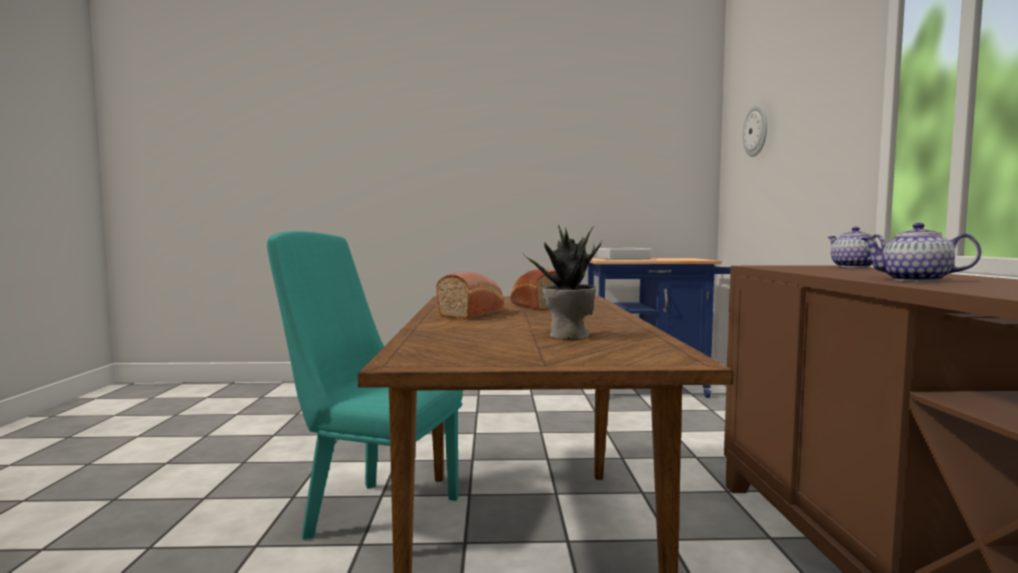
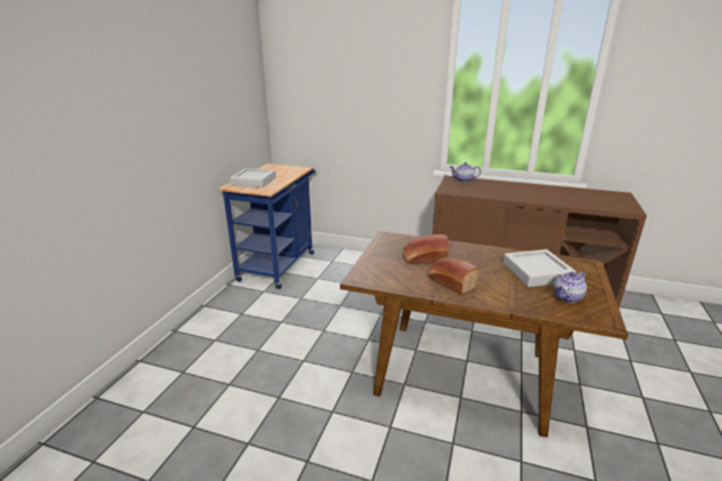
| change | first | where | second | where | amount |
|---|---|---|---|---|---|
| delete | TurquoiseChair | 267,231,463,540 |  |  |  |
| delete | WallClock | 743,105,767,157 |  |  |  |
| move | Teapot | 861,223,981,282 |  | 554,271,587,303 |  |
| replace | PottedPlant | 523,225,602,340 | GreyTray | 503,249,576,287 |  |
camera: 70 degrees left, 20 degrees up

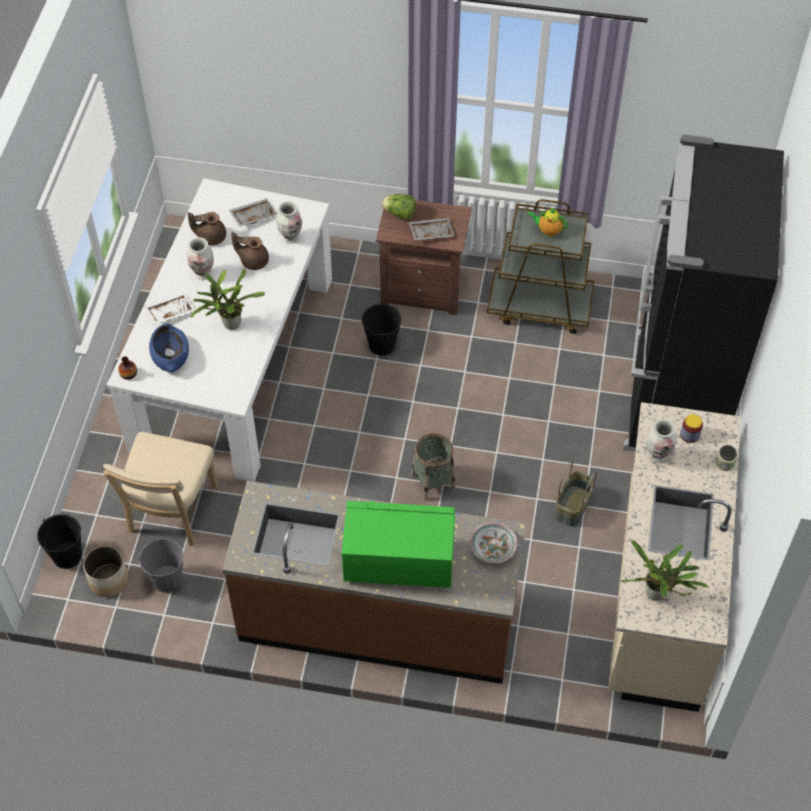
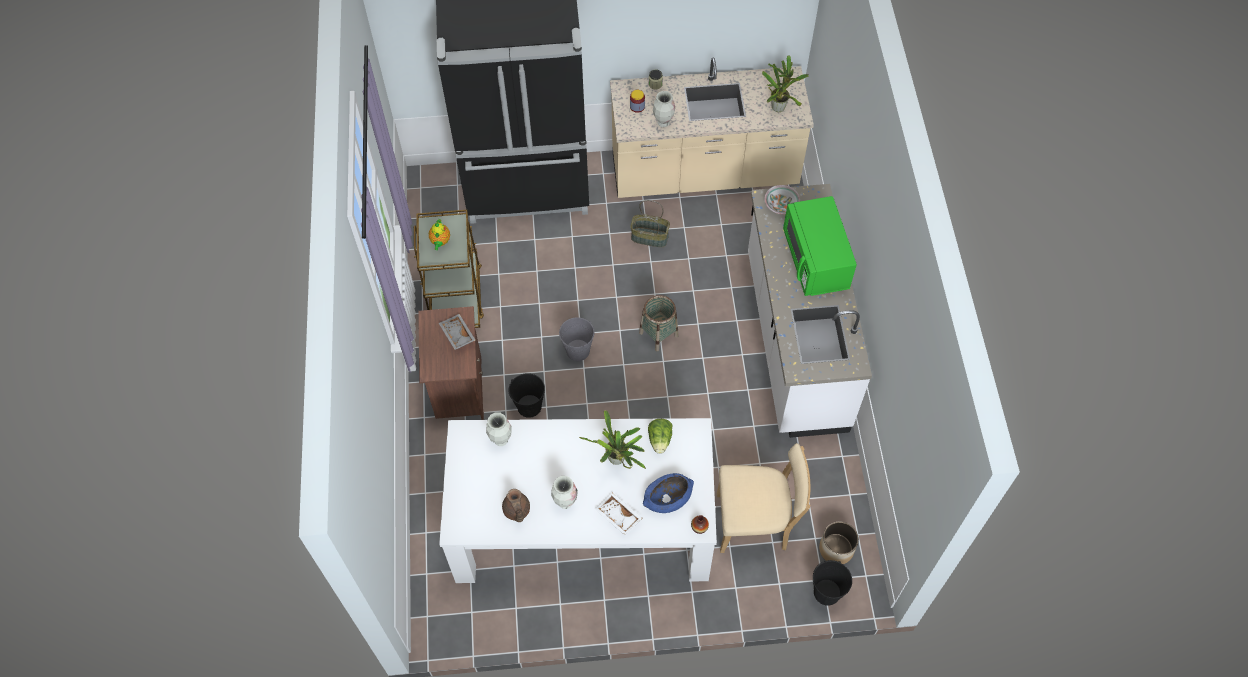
| change | first | where | second | where | amount |
|---|---|---|---|---|---|
| delete | GreyTray | 229,199,277,226 |  |  |  |
| delete | BrownTeapot | 231,232,269,270 |  |  |  |
| move | GreyBucket | 139,538,183,593 |  | 559,317,595,361 |  |
| move | Lettuce | 382,194,416,220 |  | 648,419,672,454 |  |
| recolor | BrownCounter | 222,481,527,684 | WhiteCounter | 748,184,872,438 |  |
camera: 105 degrees left, 5 degrees up

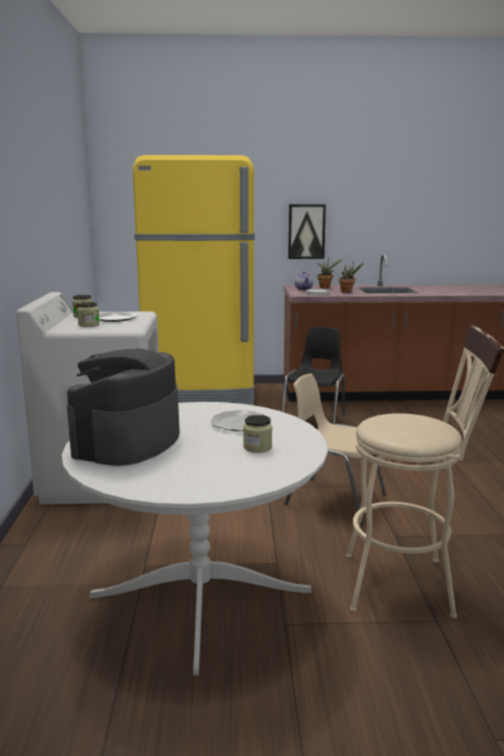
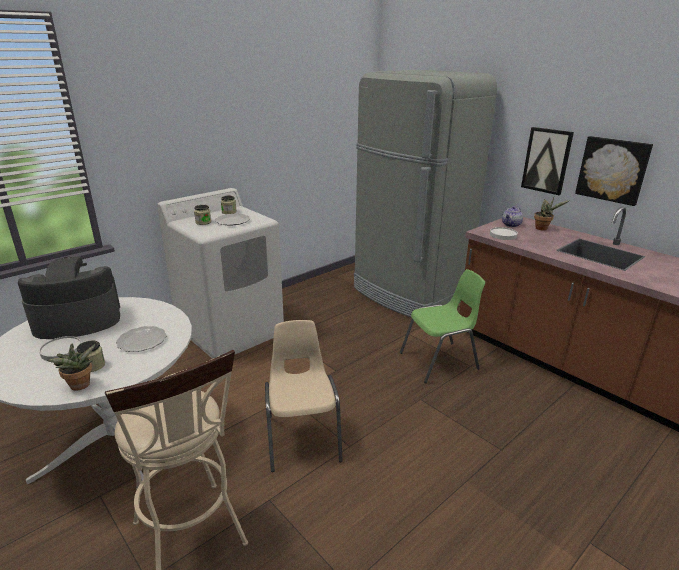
| change | first | where | second | where | amount |
|---|---|---|---|---|---|
| insert |  |  | WhitePlate | 39,336,81,361 |  |
| insert |  |  | Picture | 575,136,653,206 |  |
| move | PottedPlant | 339,261,364,293 |  | 47,344,95,391 |  |
| recolor | YellowFridge | 133,155,255,405 | GreyFridge | 354,70,497,318 |  |
| recolor | BlackChair | 282,327,345,425 | GreenChair | 400,269,485,383 |  |
camera: 50 degrees right, 10 degrees up

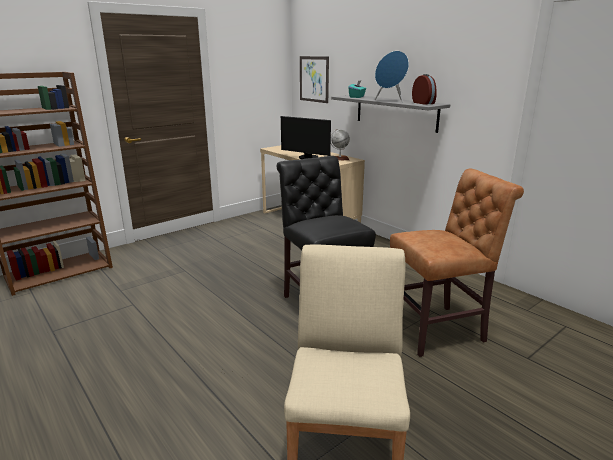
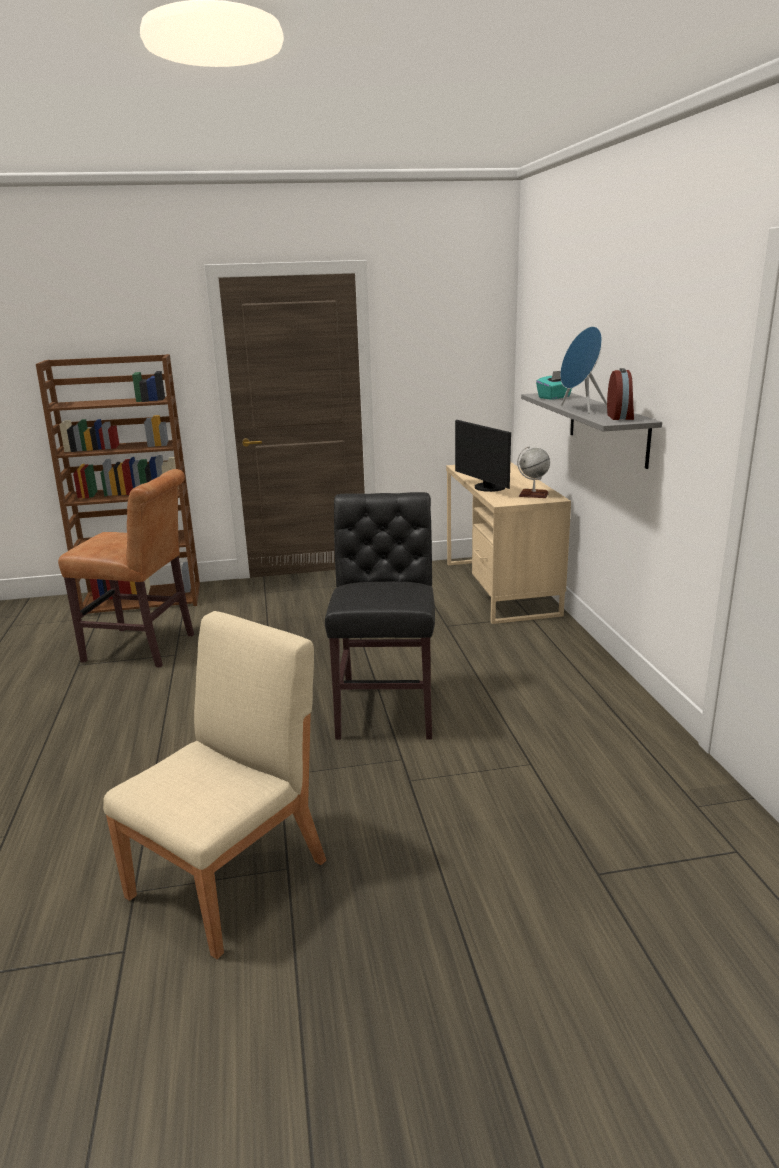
| change | first | where | second | where | amount |
|---|---|---|---|---|---|
| delete | Picture | 300,56,329,103 |  |  |  |
| move | BrownChair | 390,169,524,357 |  | 58,469,194,668 |  |
camera: 30 degrees right, 0 degrees up

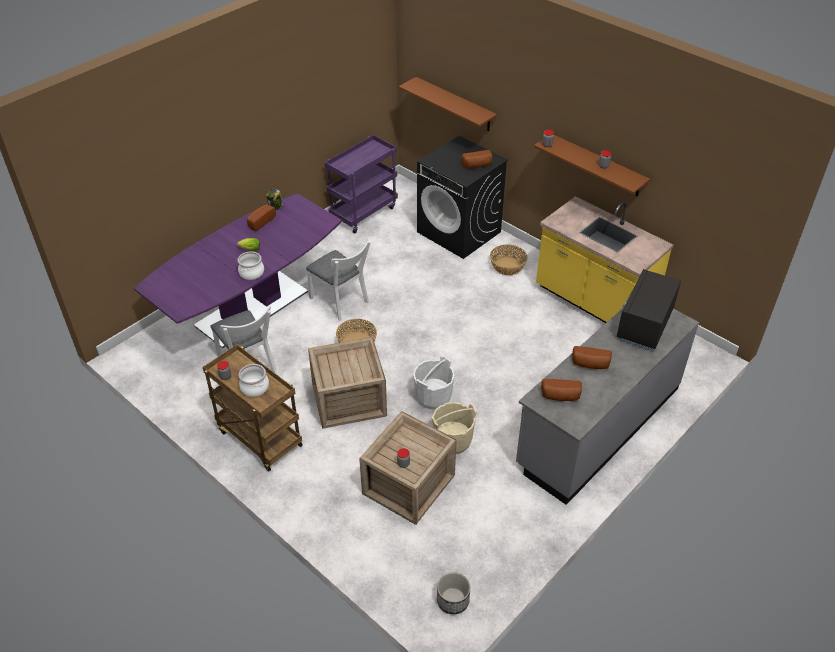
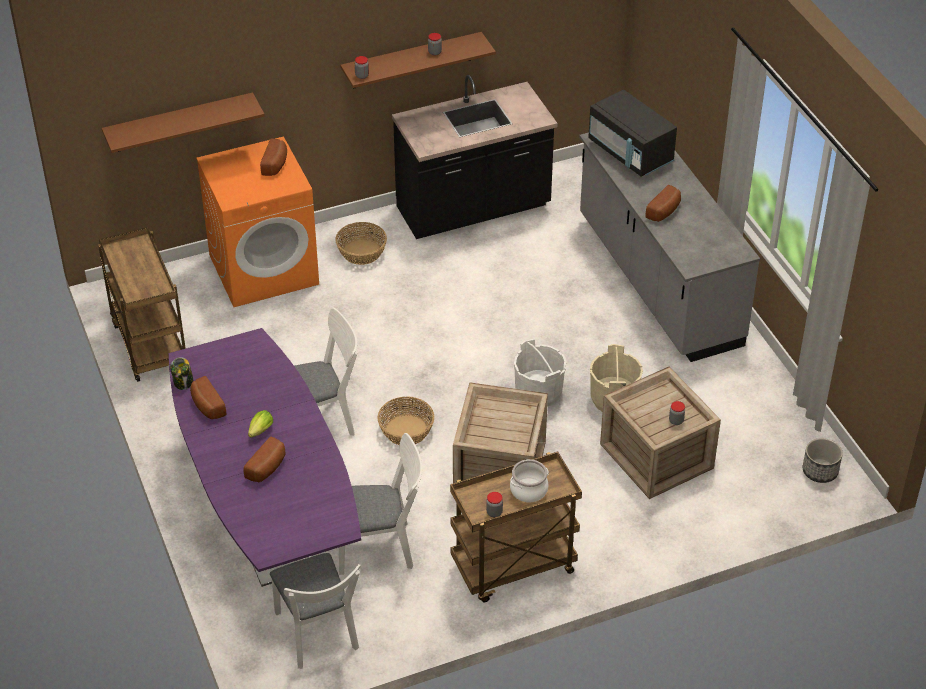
| change | first | where | second | where | amount |
|---|---|---|---|---|---|
| delete | CookingPot | 237,251,264,280 |  |  |  |
| insert |  |  | WhiteChair | 270,553,361,669 |  |
| move | Bread | 541,379,582,401 |  | 244,437,285,482 |  |
| recolor | PurpleCart | 324,135,398,234 | BrownCart | 98,227,186,382 |  |
| recolor | BlackWashingMachine | 417,136,508,259 | OrangeWashingMachine | 196,136,319,307 |  |
| recolor | YellowCounter | 536,196,674,323 | BlackCounter | 392,75,558,239 |  |
camera: 65 degrees left, 0 degrees up

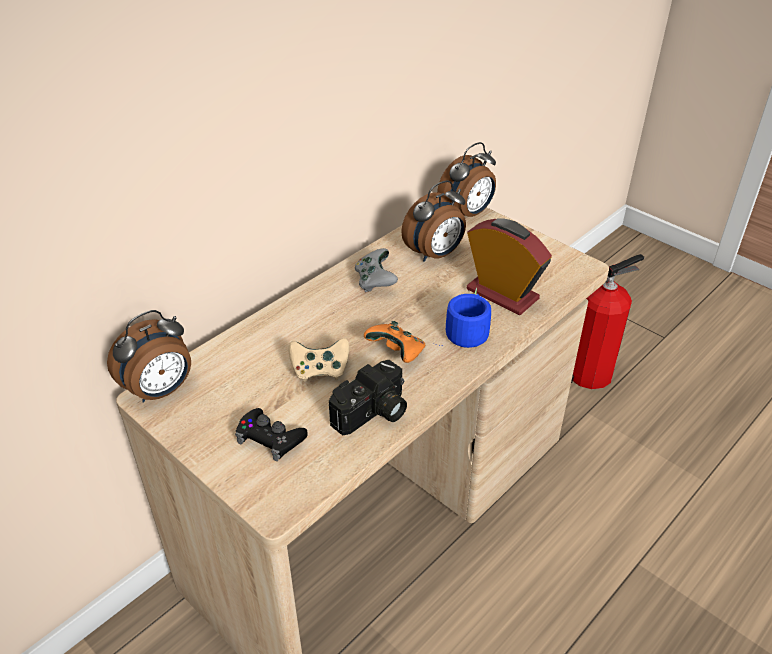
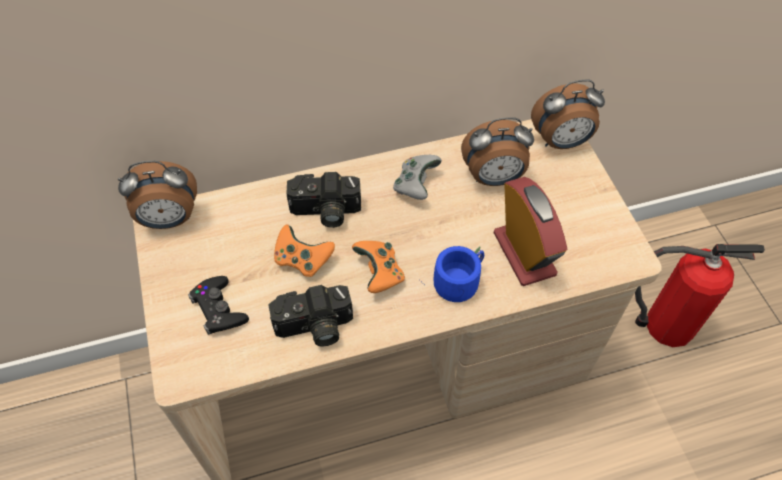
| change | first | where | second | where | amount |
|---|---|---|---|---|---|
| insert |  |  | PhotoCamera | 286,172,361,228 |  |
| recolor | BeigeGameController | 288,338,349,382 | OrangeGameController | 274,224,335,277 |  |
camera: 30 degrees right, 15 degrees up

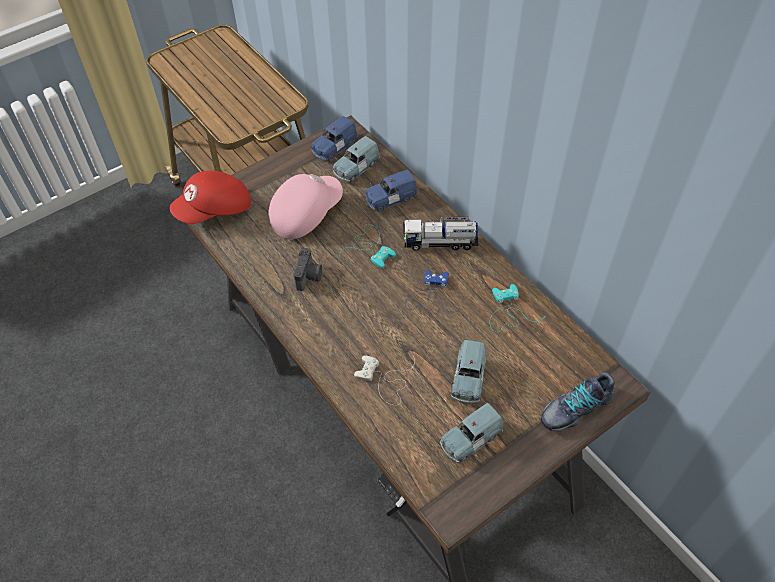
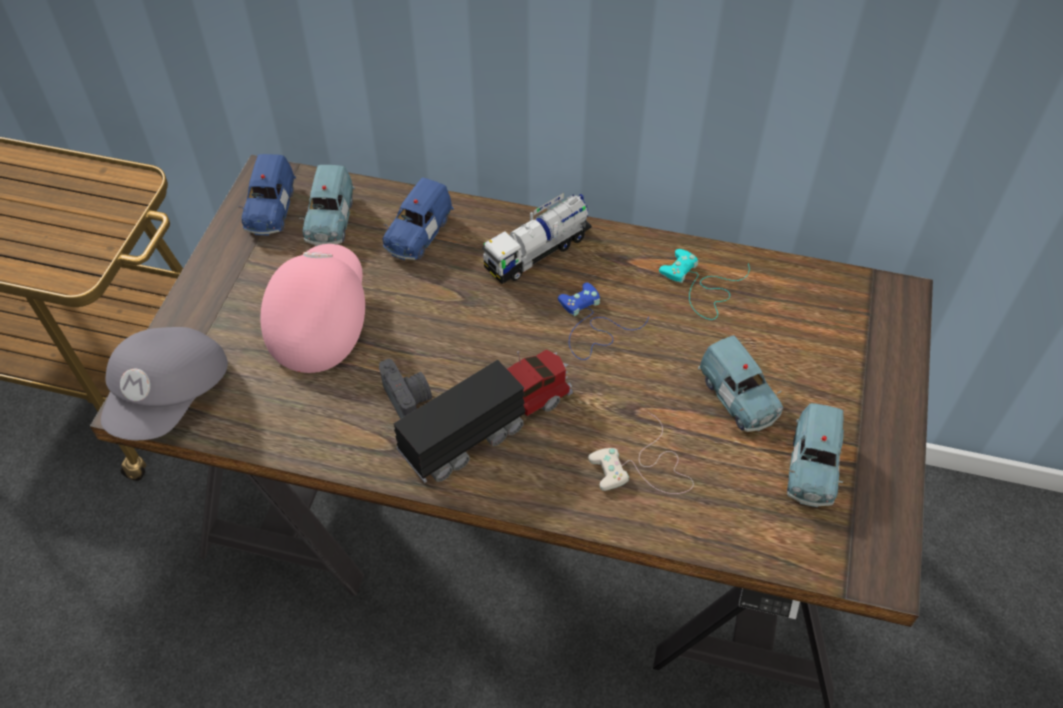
| change | first | where | second | where | amount |
|---|---|---|---|---|---|
| delete | TurquoiseGameController | 339,224,396,268 |  |  |  |
| delete | Shoe | 541,372,615,432 |  |  |  |
| insert |  |  | ToyTruck | 393,349,573,483 |  |
| recolor | RedCap | 170,171,251,224 | GreyCap | 101,327,228,440 |  |
camera: 40 degrees left, 0 degrees up

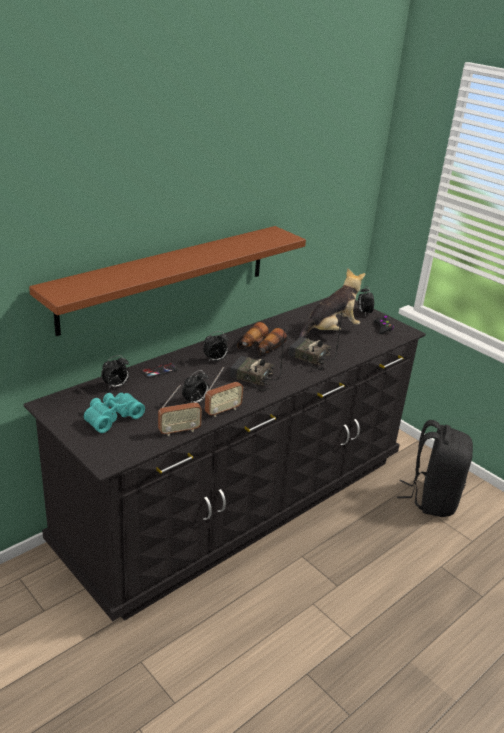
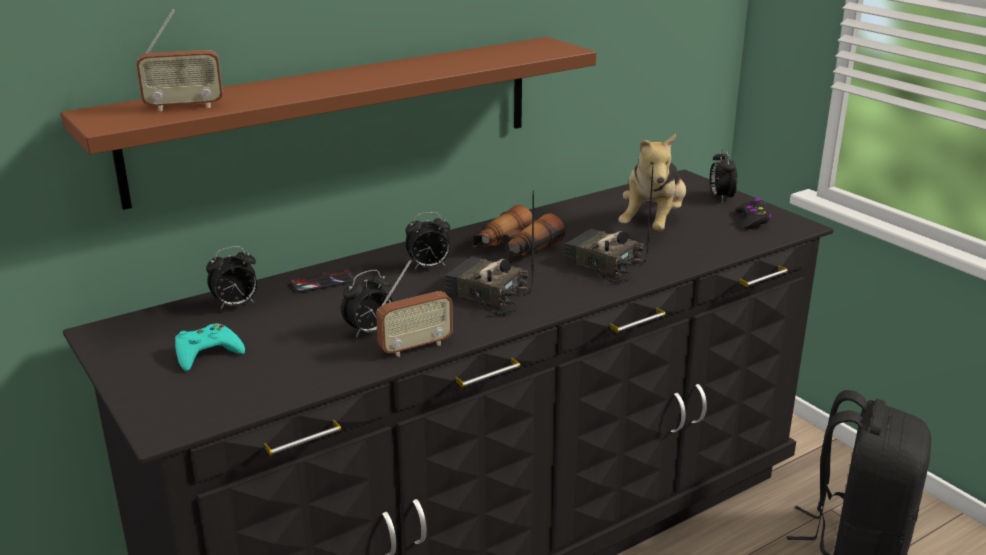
| change | first | where | second | where | amount |
|---|---|---|---|---|---|
| move | Radio | 158,385,202,436 |  | 136,10,223,111 |  |
| replace | TurquoiseBinoculars | 84,393,145,433 | TurquoiseGameController | 175,323,245,371 |  |
| rotate | PlushToy | 299,268,365,338 |  | 618,134,686,231 | 135 degrees clockwise |
camera: 10 degrees right, 5 degrees down

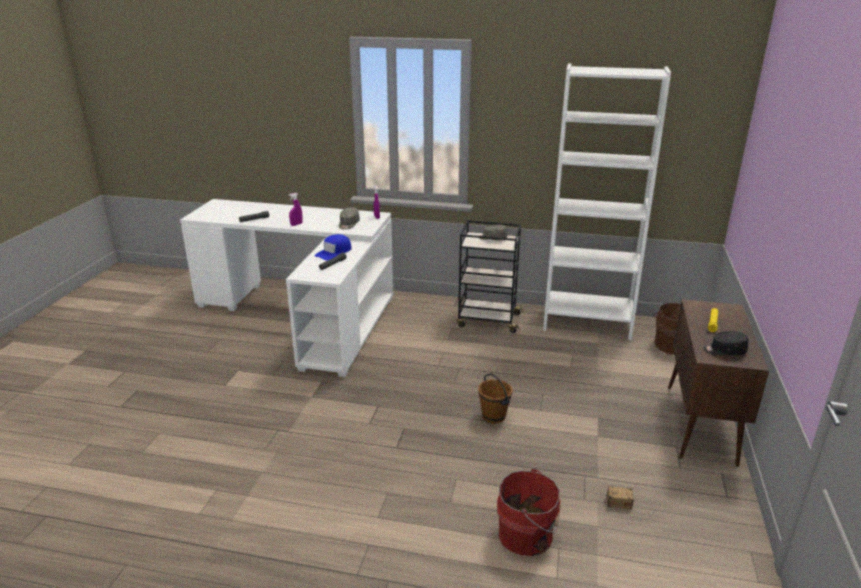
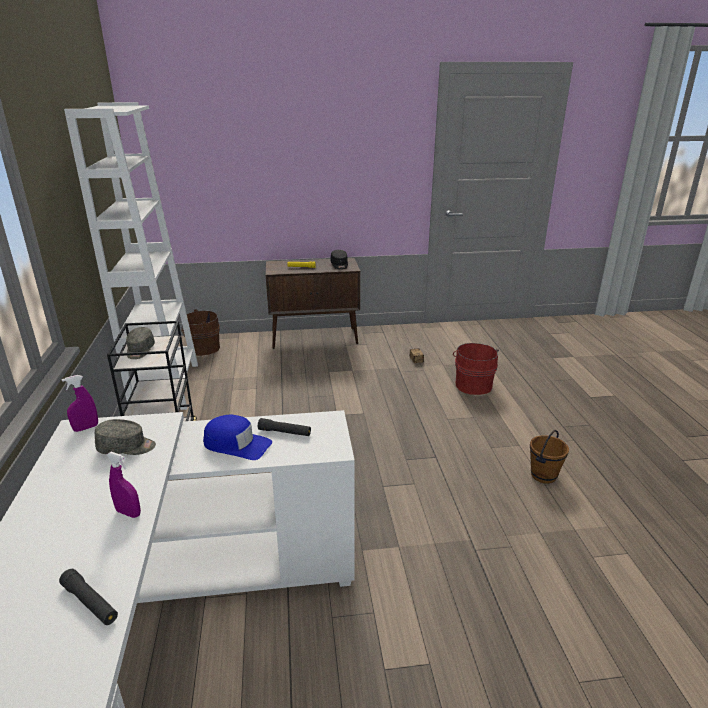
| change | first | where | second | where | amount |
|---|---|---|---|---|---|
| move | BrownBucket | 478,373,513,424 |  | 530,430,569,484 |  |
camera: 110 degrees left, 0 degrees up

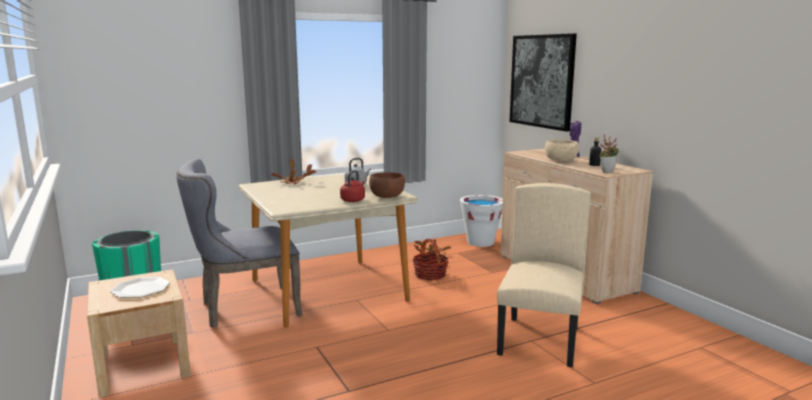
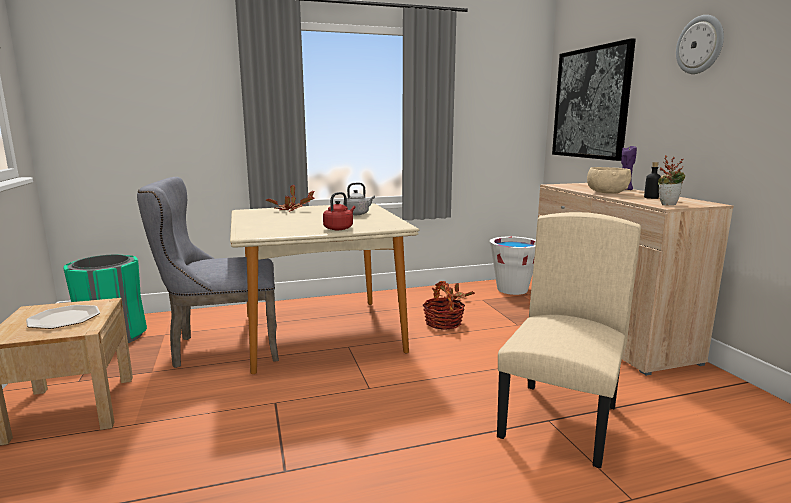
| change | first | where | second | where | amount |
|---|---|---|---|---|---|
| delete | BrownBowl | 369,172,405,198 |  |  |  |
| insert |  |  | WallClock | 676,15,724,74 |  |
camera: 10 degrees right, 0 degrees up

